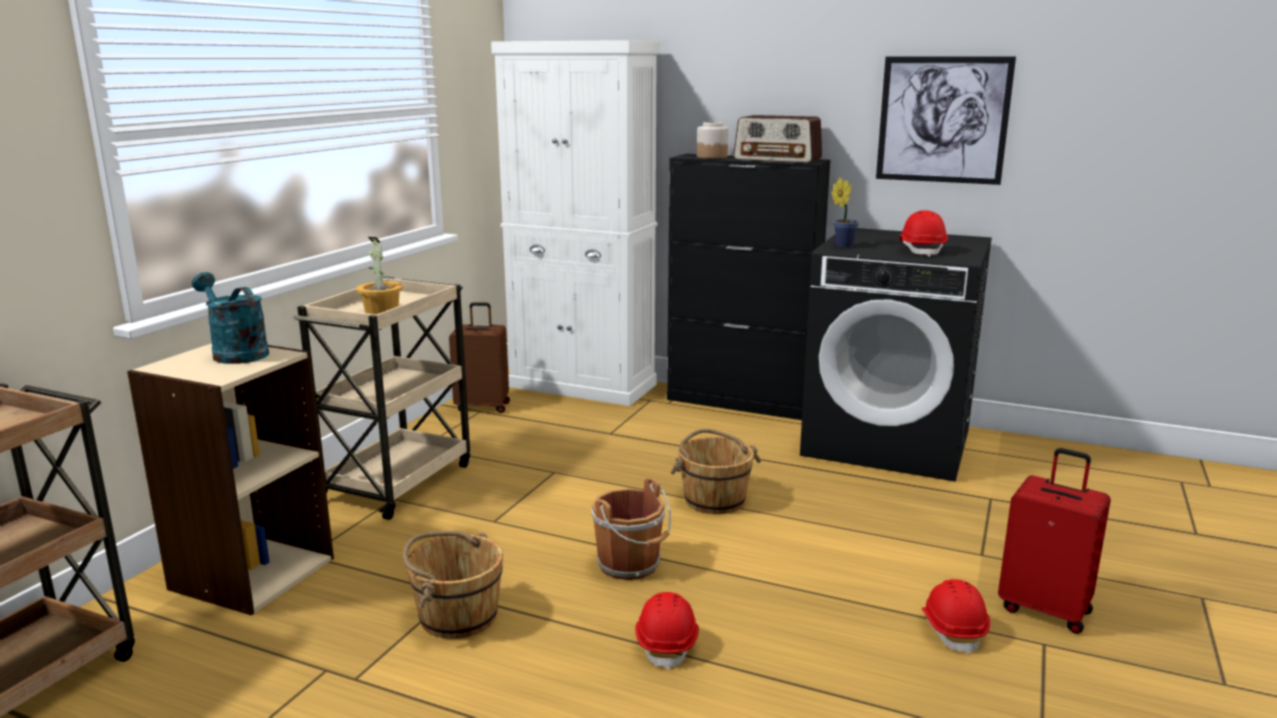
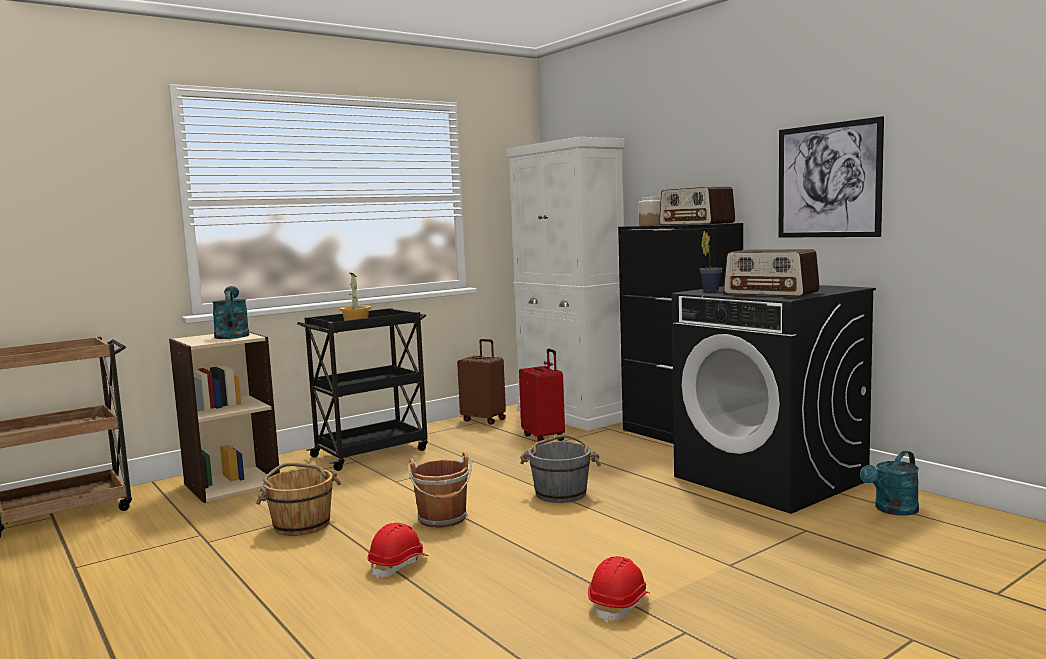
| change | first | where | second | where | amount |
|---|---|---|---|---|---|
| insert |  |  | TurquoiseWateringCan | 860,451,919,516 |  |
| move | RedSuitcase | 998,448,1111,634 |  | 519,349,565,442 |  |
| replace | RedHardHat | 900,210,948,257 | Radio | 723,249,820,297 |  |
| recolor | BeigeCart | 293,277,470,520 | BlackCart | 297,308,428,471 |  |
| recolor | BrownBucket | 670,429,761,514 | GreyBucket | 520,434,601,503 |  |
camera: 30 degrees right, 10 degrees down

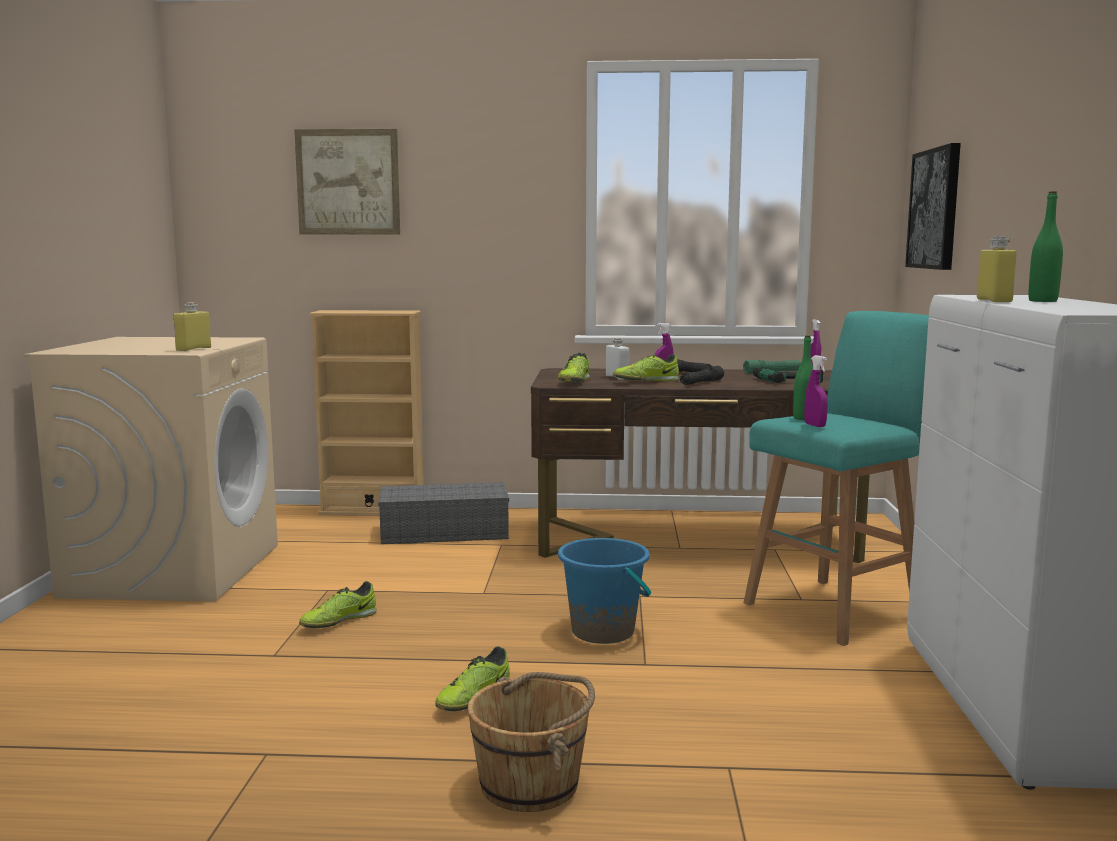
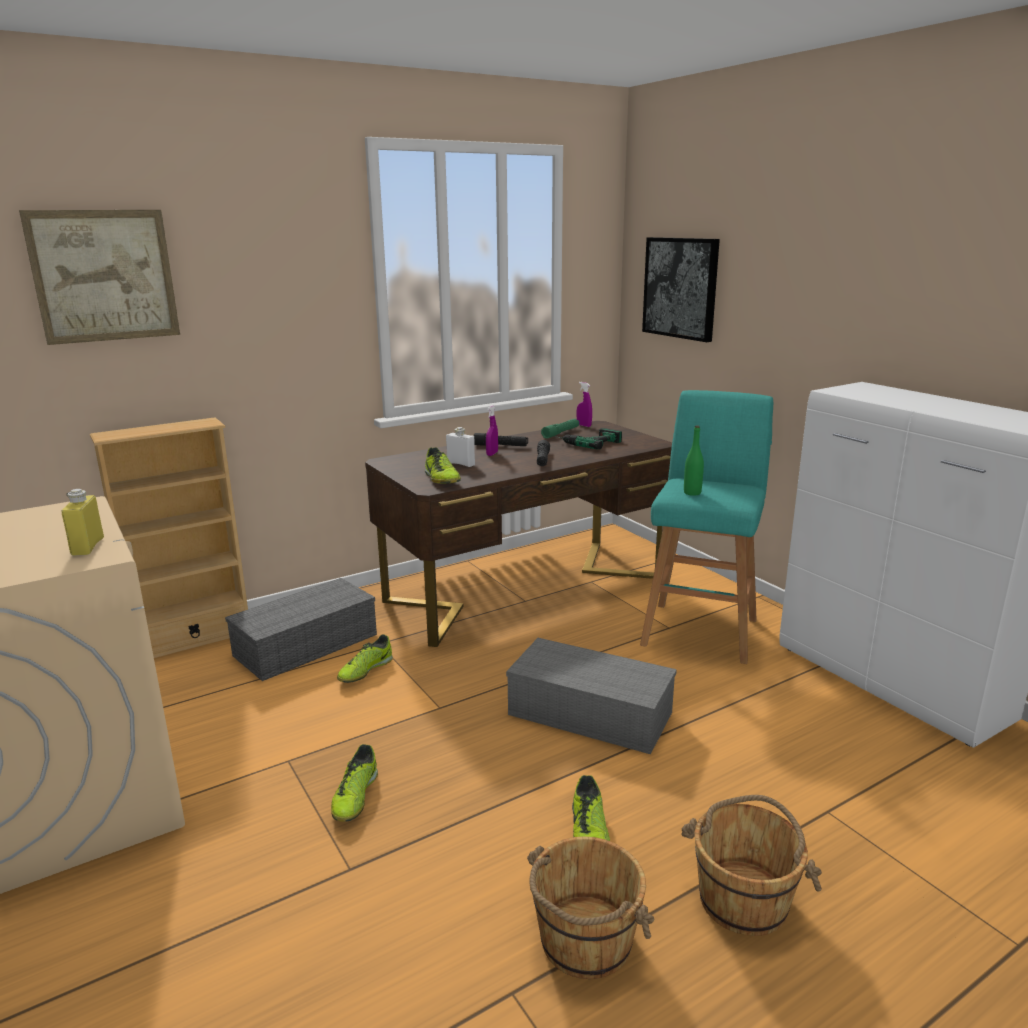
| change | first | where | second | where | amount |
|---|---|---|---|---|---|
| delete | PurpleSprayBottle | 804,355,828,427 |  |  |  |
| delete | YellowBottle | 977,236,1017,302 |  |  |  |
| delete | GreenBottle | 1028,191,1063,302 |  |  |  |
| insert |  |  | BrownBucket | 527,836,654,979 |  |
| move | Shoe | 613,354,679,382 |  | 337,634,393,683 |  |
| replace | BlueBucket | 558,538,651,644 | GreyStorageBox | 506,638,677,754 |  |
camera: 35 degrees left, 10 degrees up

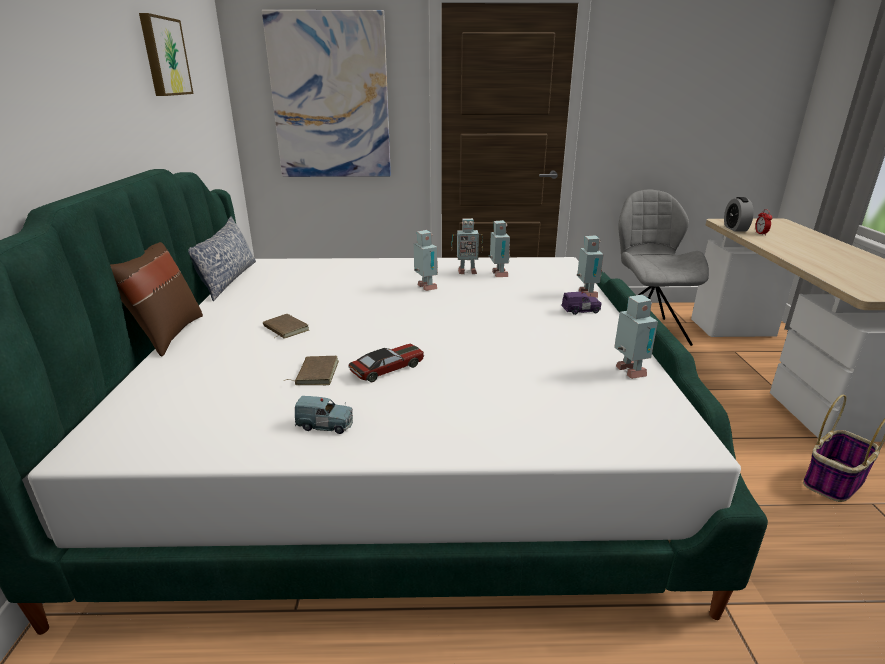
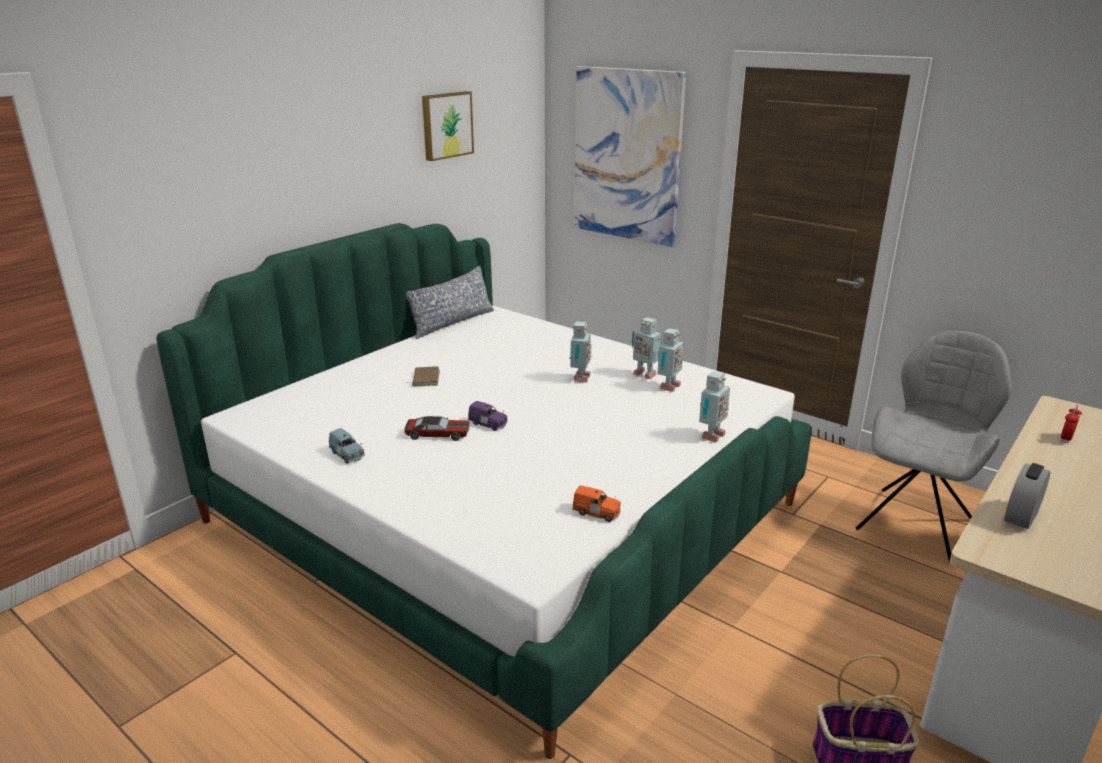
| change | first | where | second | where | amount |
|---|---|---|---|---|---|
| delete | BrownPillow | 110,242,203,357 |  |  |  |
| delete | BrownBook | 284,356,339,385 |  |  |  |
| move | PurpleToyCar | 561,291,602,315 |  | 468,401,507,431 |  |
| move | AlarmClock | 724,197,754,232 |  | 1004,463,1050,529 |  |
| replace | ToyRobot | 614,295,658,379 | OrangeToyCar | 572,485,621,522 |  |
camera: 40 degrees right, 0 degrees up

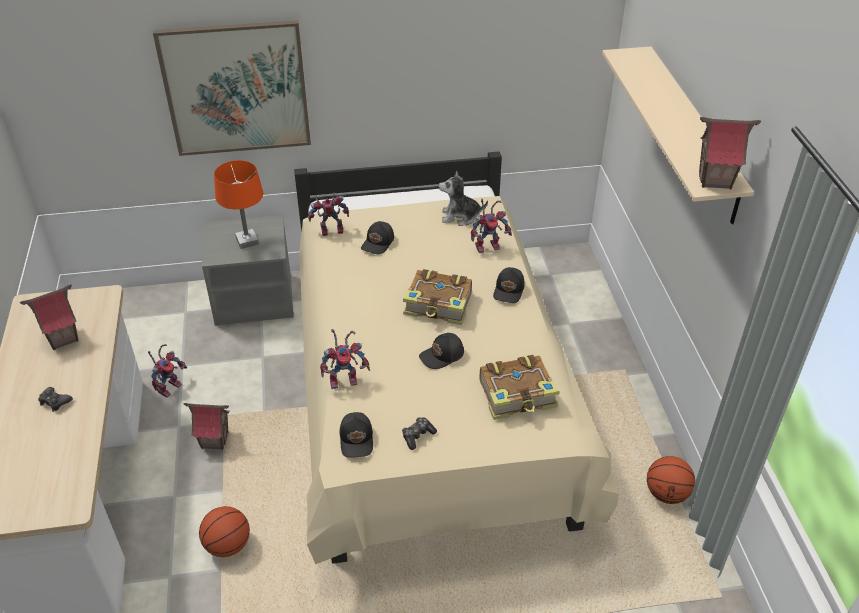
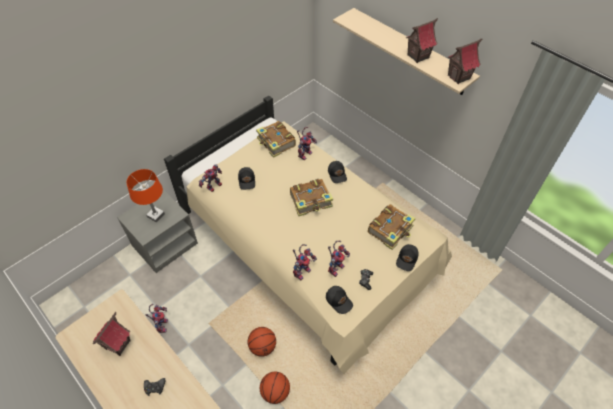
| change | first | where | second | where | amount |
|---|---|---|---|---|---|
| delete | Picture | 153,20,311,156 |  |  |  |
| insert |  |  | ToyRobot | 328,241,350,277 |  |
| move | ToyHouse | 184,403,230,450 |  | 406,18,438,63 |  |
| move | BlackCap | 419,333,464,369 |  | 396,244,418,271 |  |
| move | Basketball | 647,456,695,504 |  | 248,327,276,357 |  |
| replace | PlushToy | 438,170,488,226 | Book | 256,121,296,158 |  |
camera: 35 degrees left, 10 degrees up

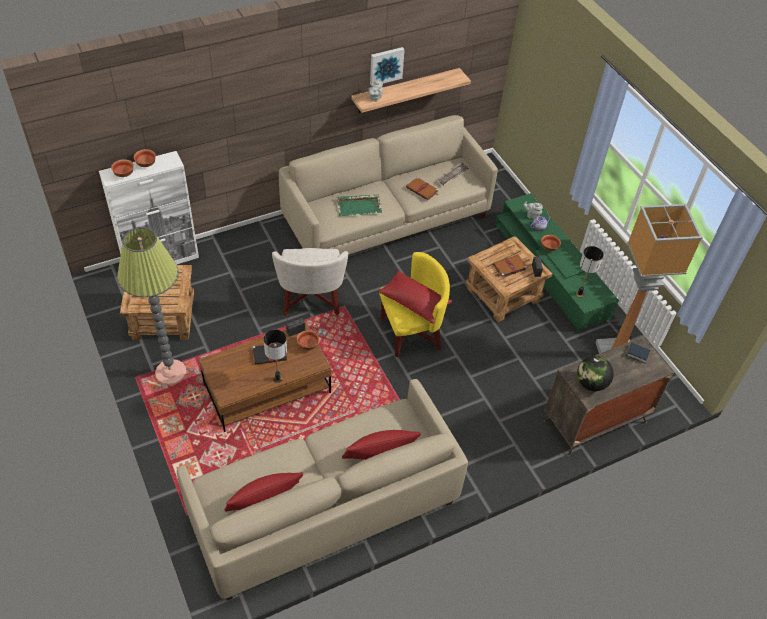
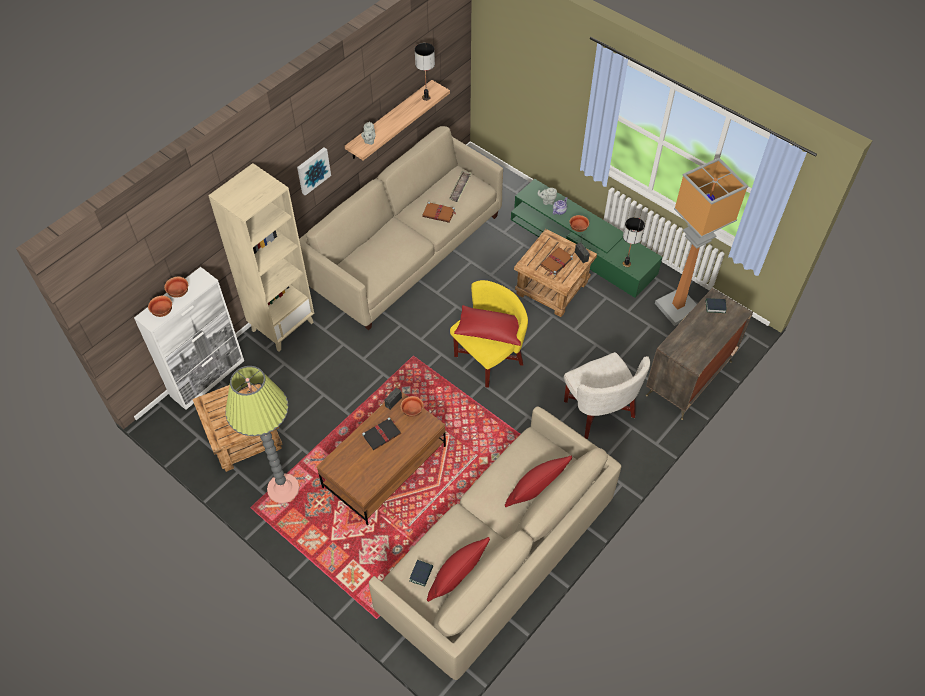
| change | first | where | second | where | amount |
|---|---|---|---|---|---|
| delete | GreenTray | 337,195,382,216 |  |  |  |
| delete | Globe | 577,356,614,391 |  |  |  |
| insert |  |  | BeigeBookcase | 208,163,314,352 |  |
| insert |  |  | Book | 409,560,433,587 |  |
| move | TableLamp | 264,330,287,383 |  | 415,43,435,101 |  |
| move | WhiteArmchair | 272,248,348,316 |  | 564,352,650,439 |  |
| move | Picture | 370,47,405,86 |  | 297,147,331,196 |  |
camera: 20 degrees left, 5 degrees up

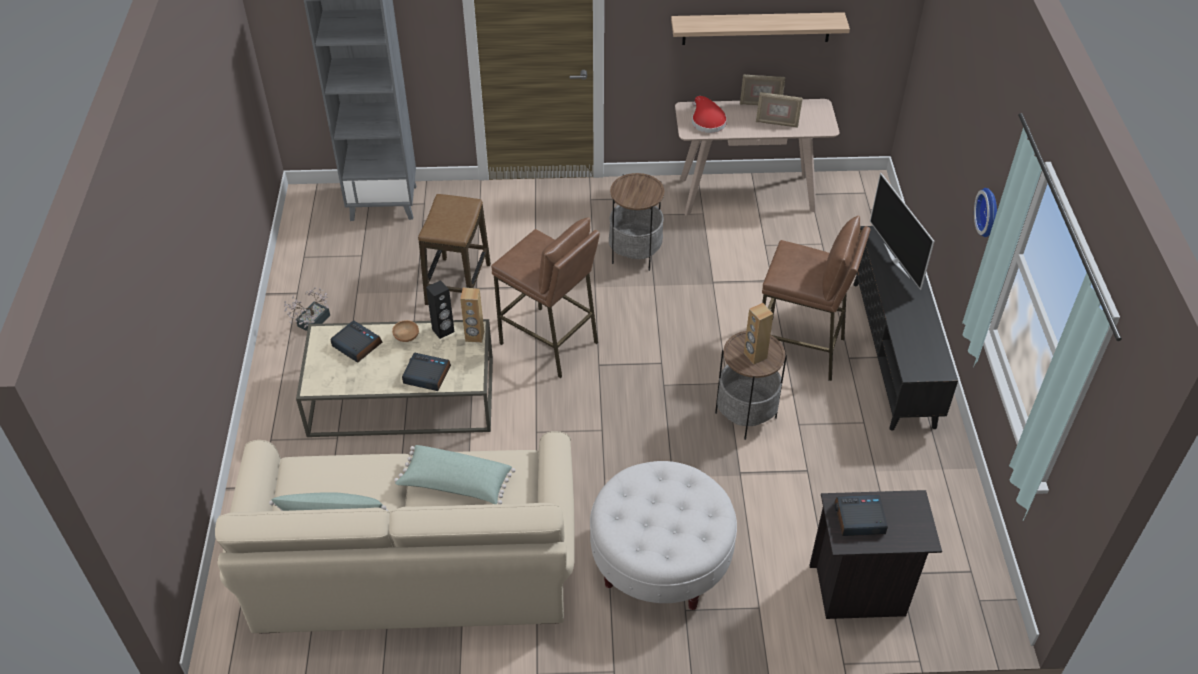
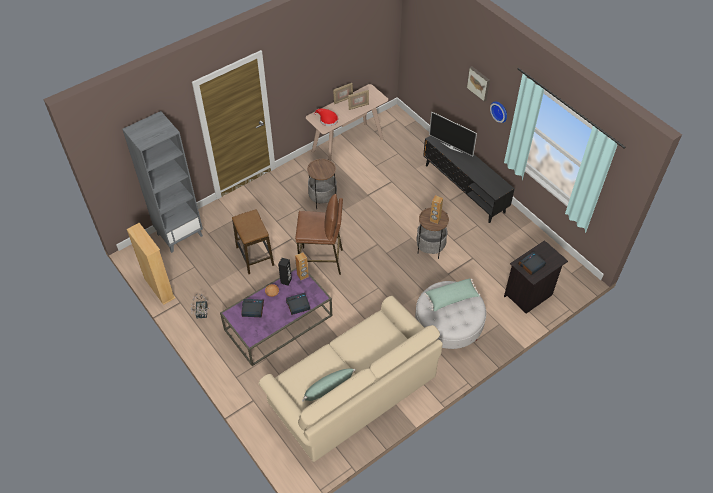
| change | first | where | second | where | amount |
|---|---|---|---|---|---|
| delete | Shelf | 671,12,850,45 |  |  |  |
| delete | BrownStool | 762,216,870,381 |  |  |  |
| insert |  |  | BeigeBookcase | 127,223,175,305 |  |
| insert |  |  | Picture | 466,66,490,102 |  |
| move | GreenPillow | 394,445,516,504 |  | 424,278,480,311 |  |
| recolor | BeigeCoffeeTable | 296,319,493,437 | PurpleCoffeeTable | 220,268,332,366 |  |
camera: 35 degrees left, 5 degrees up

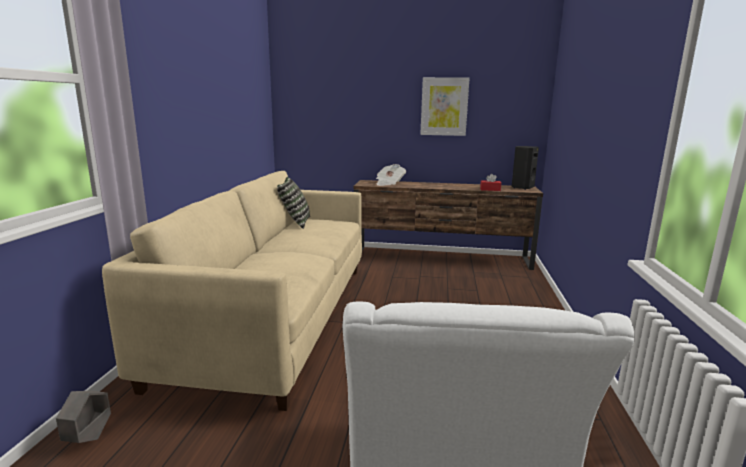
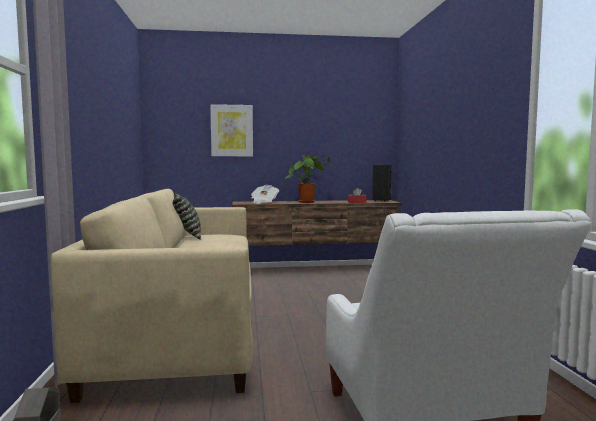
| change | first | where | second | where | amount |
|---|---|---|---|---|---|
| insert |  |  | PottedPlant | 285,155,333,203 |  |
| move | Picture | 420,77,470,136 |  | 210,104,253,156 |  |
camera: 15 degrees left, 10 degrees down

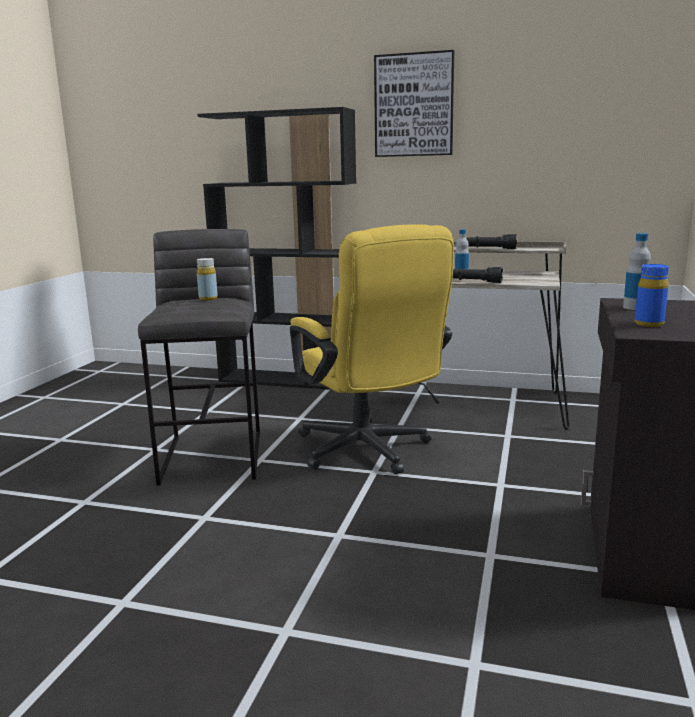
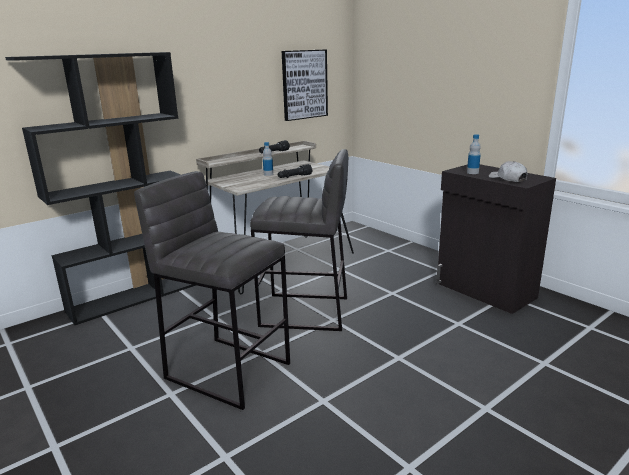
| change | first | where | second | where | amount |
|---|---|---|---|---|---|
| delete | YellowBottle | 197,258,218,300 |  |  |  |
| move | Picture | 374,50,454,157 |  | 282,49,328,121 |  |
| replace | YellowOfficeChair | 290,224,454,474 | GreyStool | 250,149,348,331 |  |
| replace | BlueBottle | 635,264,669,327 | WhiteCap | 489,161,528,182 |  |
camera: 55 degrees left, 5 degrees up

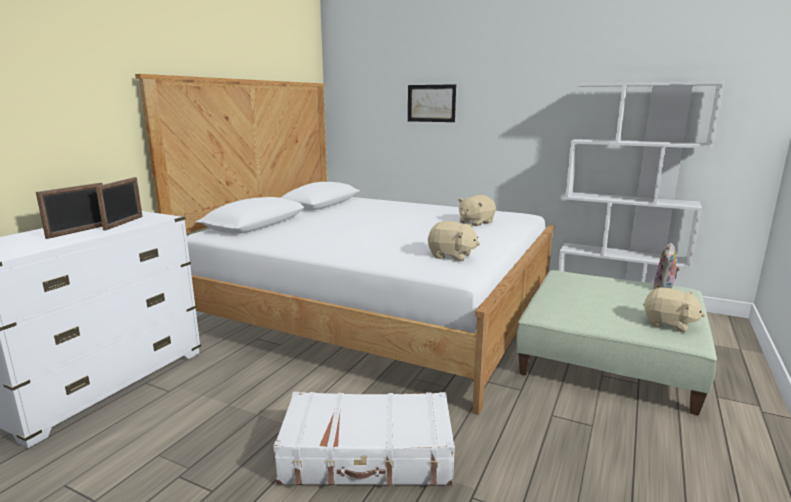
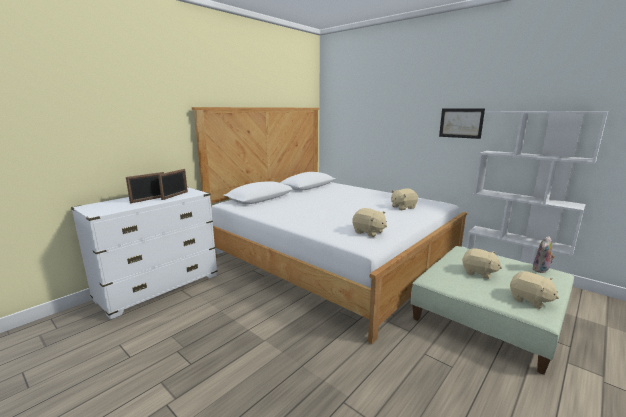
| change | first | where | second | where | amount |
|---|---|---|---|---|---|
| delete | WhiteSuitcase | 273,392,455,486 |  |  |  |
| insert |  |  | BeigePlushToy | 462,248,502,279 |  |
| move | Picture | 408,84,456,122 |  | 439,109,485,139 |  |
camera: 15 degrees right, 0 degrees up

